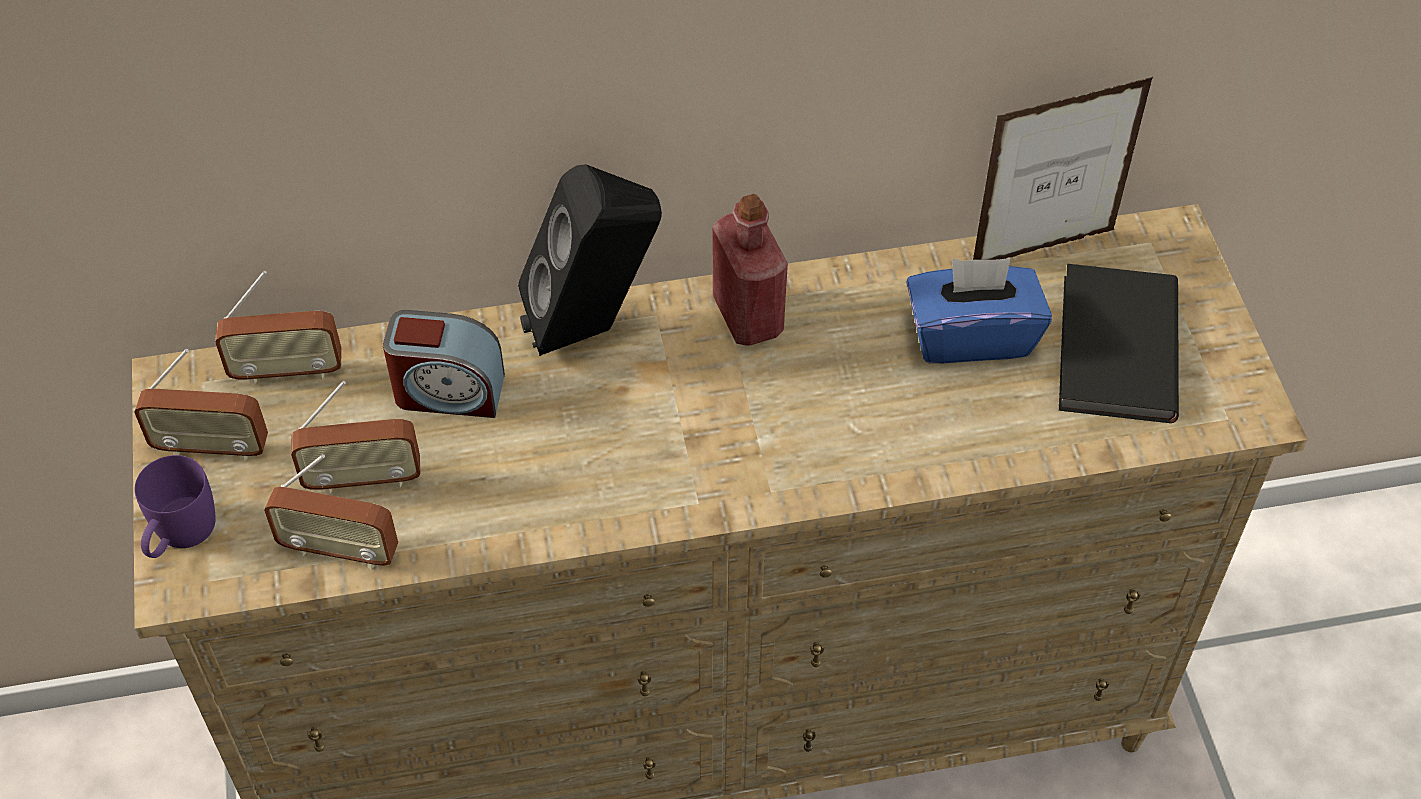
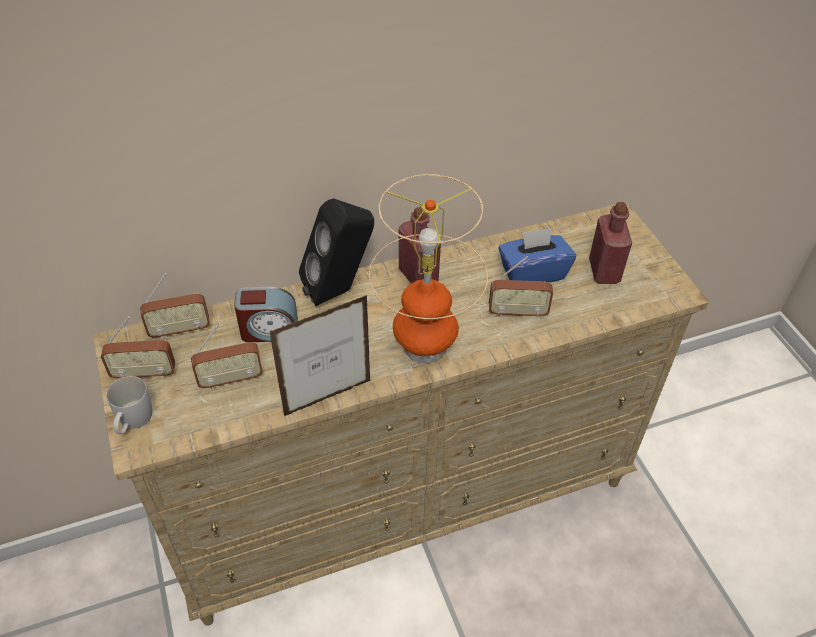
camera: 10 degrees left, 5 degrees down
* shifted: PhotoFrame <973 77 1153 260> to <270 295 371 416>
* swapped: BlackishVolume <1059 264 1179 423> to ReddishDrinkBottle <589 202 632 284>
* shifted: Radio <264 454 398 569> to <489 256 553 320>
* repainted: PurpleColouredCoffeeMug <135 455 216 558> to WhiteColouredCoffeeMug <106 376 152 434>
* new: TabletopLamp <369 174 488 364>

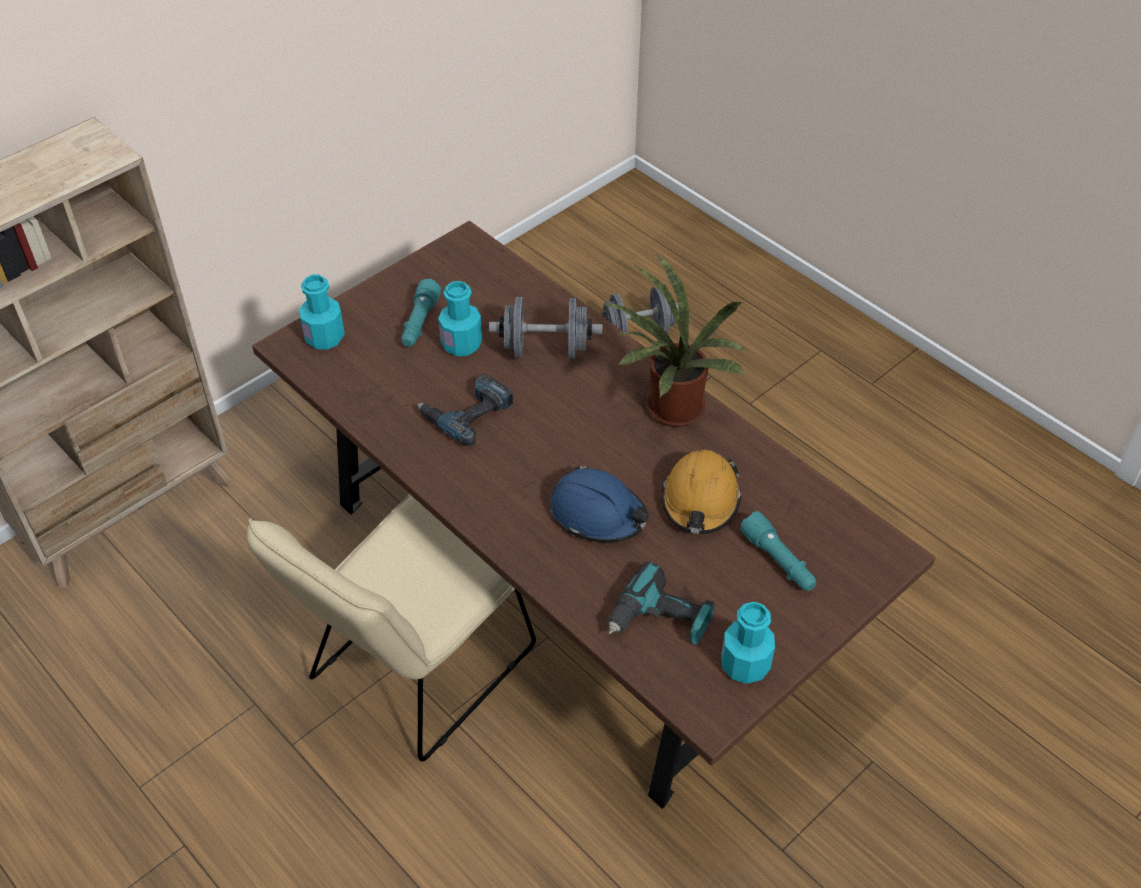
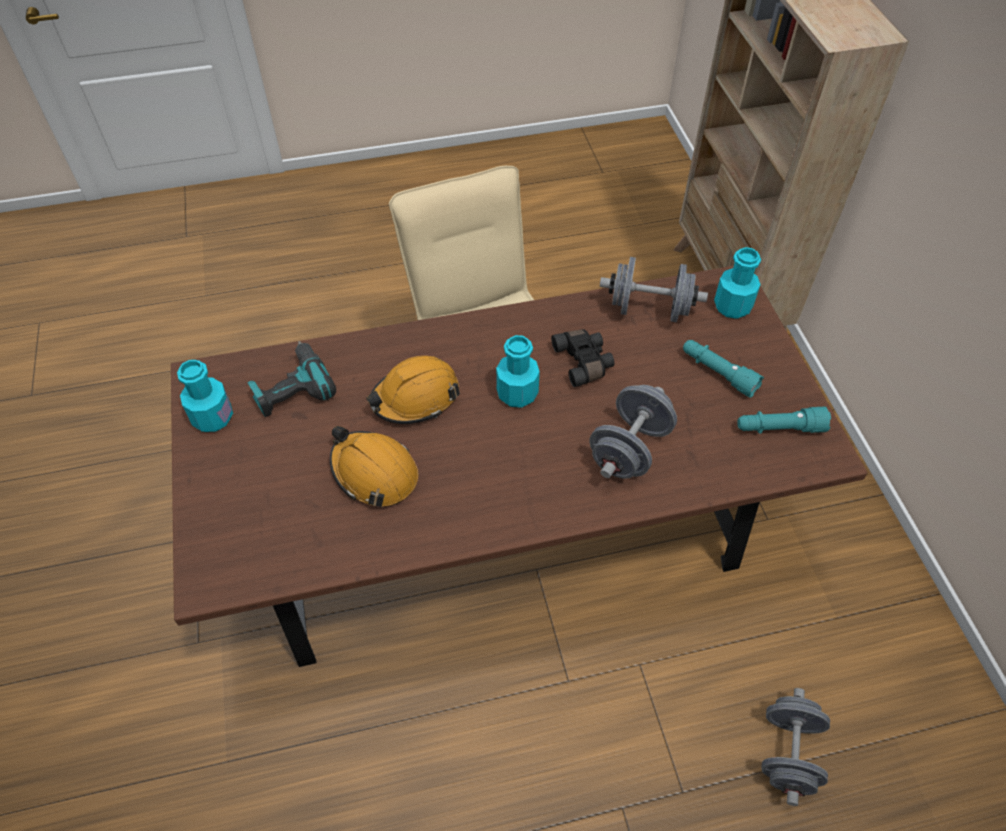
camera: 120 degrees right, 5 degrees up
* gone: Houseplant <605 254 748 427>
* shifted: TurquoiseDrinkBottle <438 281 482 356> to <496 335 540 408>
* swapped: Drill <417 373 513 446> to BlackishFieldGlasses <551 329 615 387>
* repainted: BluishWorkHelmet <550 465 649 543> to OrangeWorkHelmet <366 356 460 424>
* shifted: TurquoiseFlashlight <740 511 816 591> to <737 407 831 433>
* new: GreyishDumbbell <600 257 708 322>

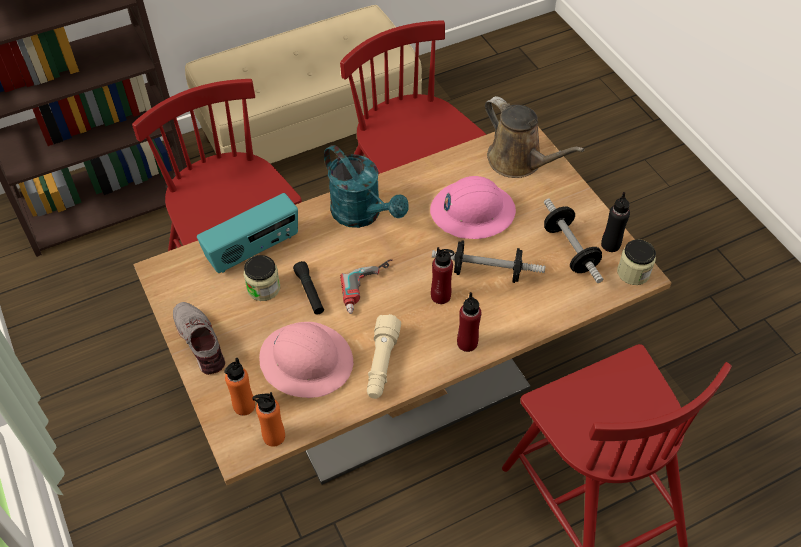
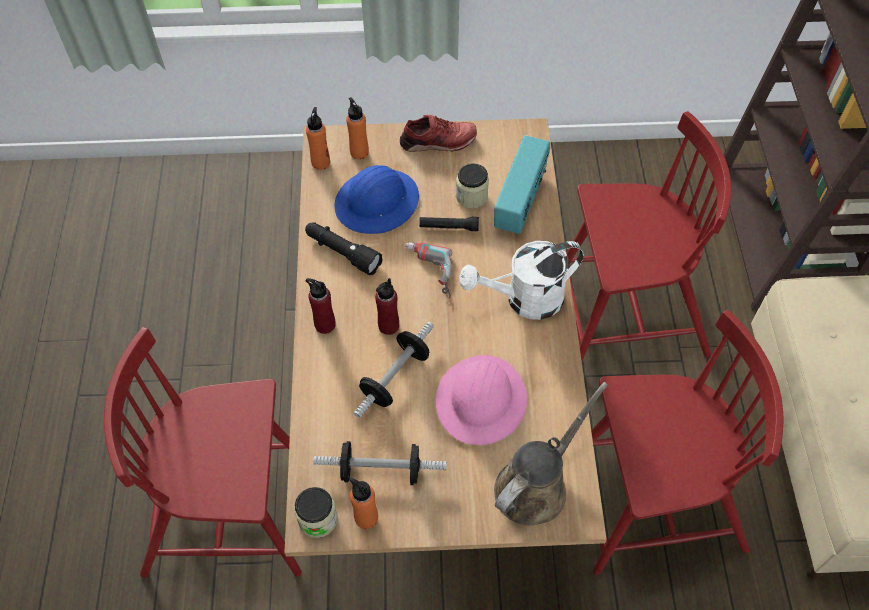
camera: 115 degrees right, 5 degrees up
* rotated: BrownishSprinklingCan <485 96 585 178> = <494 382 608 526> 150 degrees clockwise
* repainted: TurquoiseSprinklingCan <324 145 409 228> to WhiteColouredSprinklingCan <459 241 584 320>
* repainted: BlackishDrinkBottle <601 192 630 252> to OrangeDrinkBottle <349 478 378 529>
* rotated: Radio <197 193 298 273> = <494 135 550 234> 150 degrees counterclockwise
* repainted: GreyishShoe <173 302 225 375> to ReddishShoe <400 115 477 152>
* repainted: BeigeColouredFlashlight <367 314 401 399> to BlackishFlashlight <305 222 383 275>
* repainted: PinkWorkHelmet <259 322 353 398> to BluishWorkHelmet <335 165 419 234>

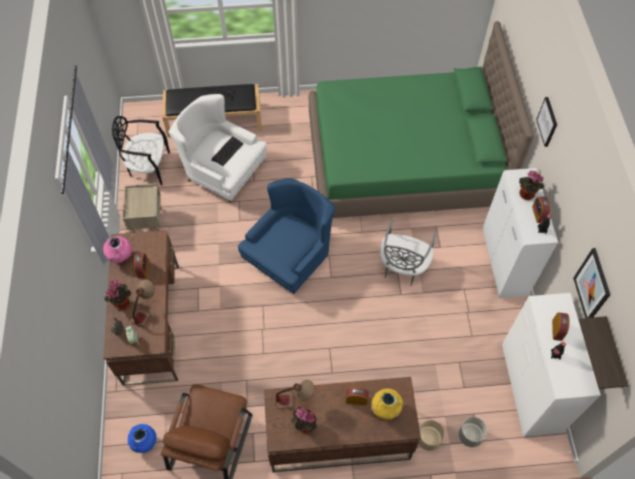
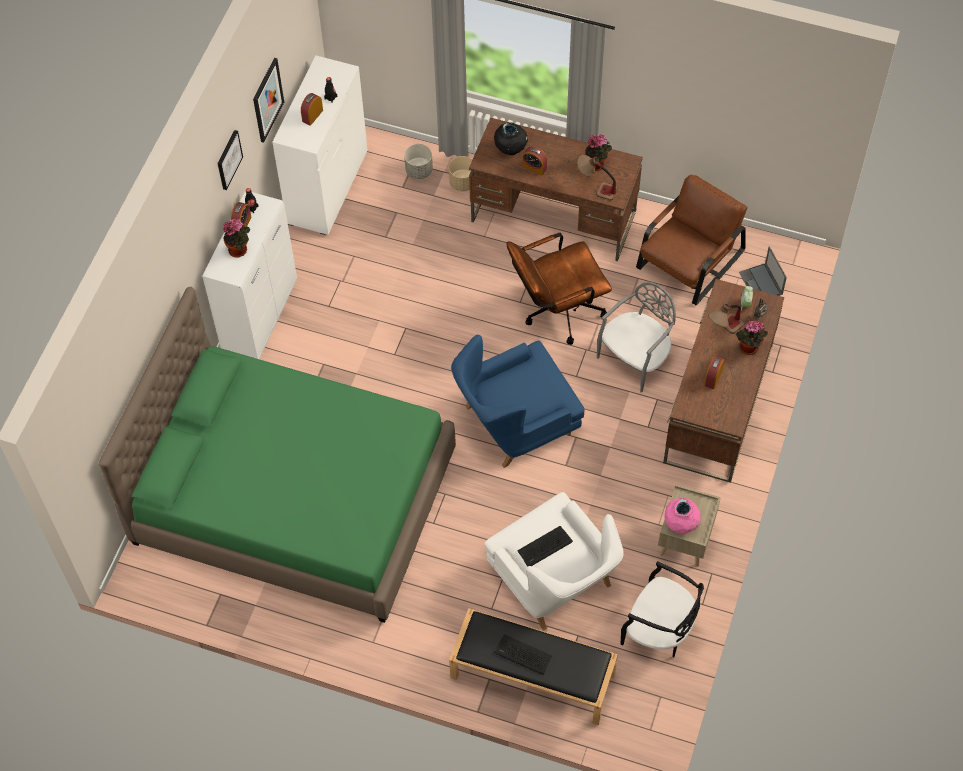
camera: 155 degrees left, 0 degrees up
* shifted: WallArt <536 97 557 147> to <217 130 243 190>
* shifted: GreyishChair <380 220 436 286> to <597 282 676 393>
* shifted: PinkDecorativeVase <103 236 132 263> to <664 497 701 534>
* gone: Shelf <579 316 628 389>
* repainted: YellowishDecorativeVase <371 389 403 420> to BlackishDecorativeVase <494 122 528 155>
* swapped: BluishDecorativeVase <128 424 157 453> to PortableComputer <739 246 787 296>
* new: BrownishOfficeChair <507 233 612 345>

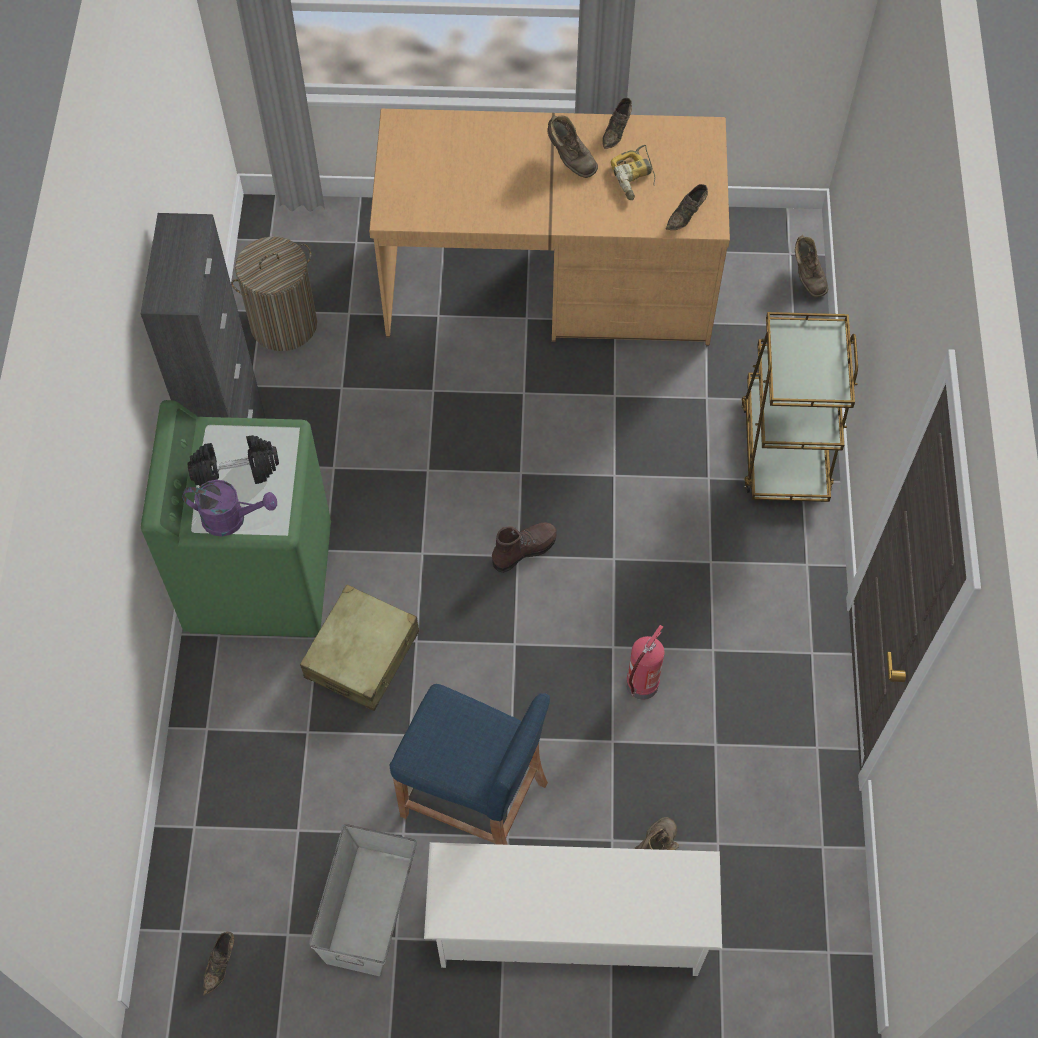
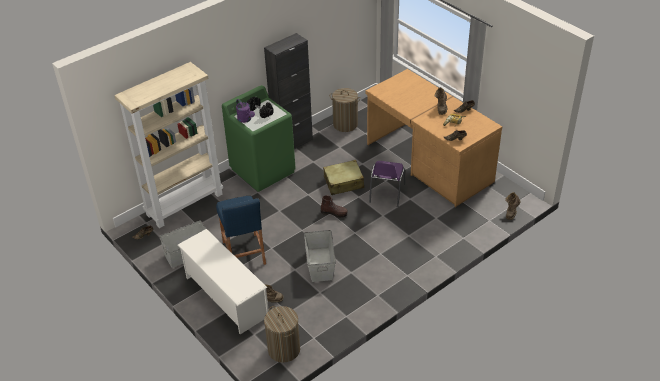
camera: 50 degrees right, 20 degrees down
* gone: BrownishWheeledCart <742 312 858 502>
* shifted: BeigeColouredTravelCase <300 584 419 711> to <323 160 364 195>
* swapped: FireFightingCylinder <626 625 665 700> to GreyishStorageContainer <304 230 336 282>
* new: BeigeColouredShelvingUnit <114 62 223 228>
* new: PurpleColouredChair <369 161 405 207>
* new: Hamper <264 306 300 363>

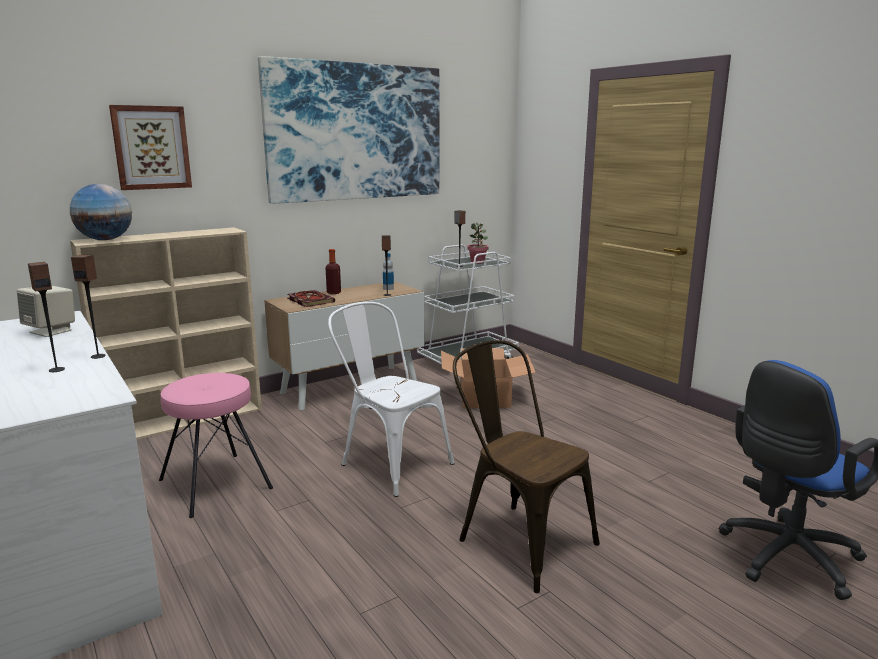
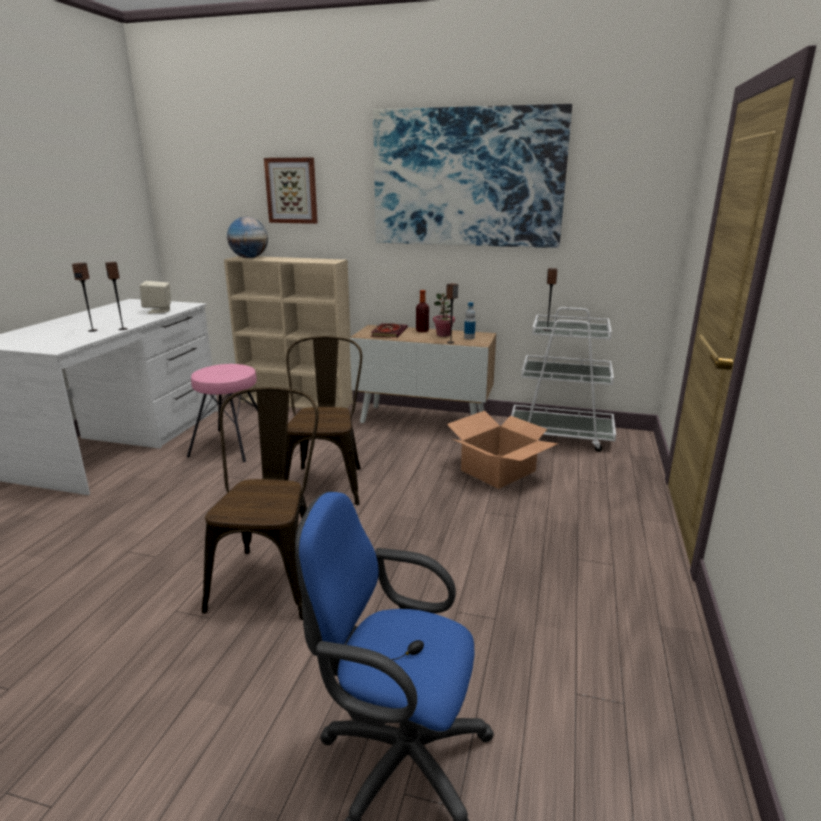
camera: 50 degrees right, 5 degrees up
* shifted: Houseplant <468 223 489 264> to <433 293 455 337>
* repainted: WhiteColouredChair <328 302 455 497> to BrownishChair <284 336 362 505>

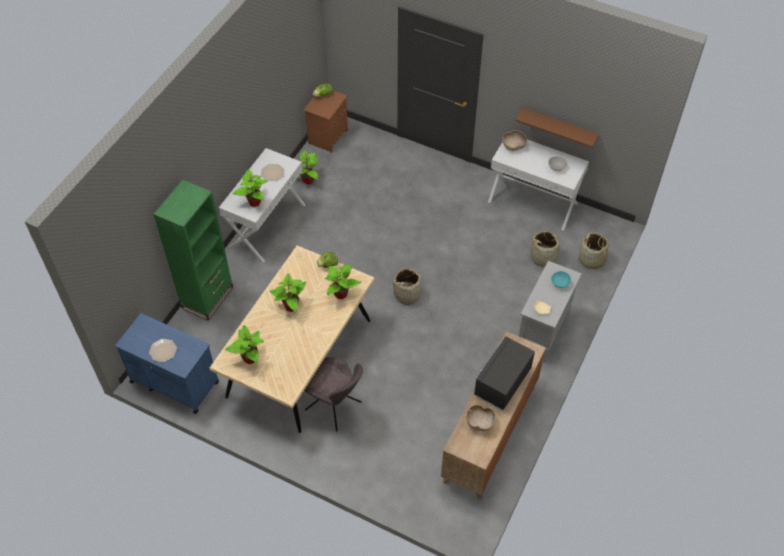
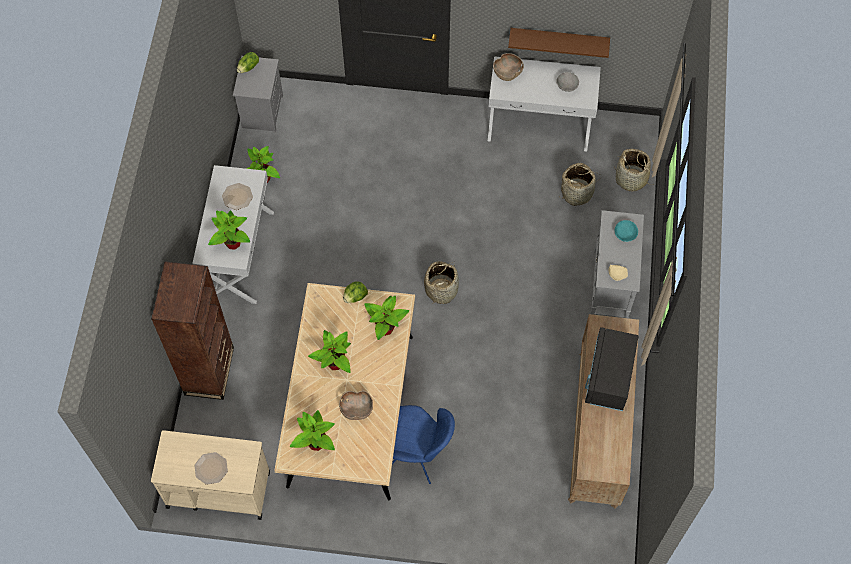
camera: 20 degrees left, 10 degrees up
* repainted: BrownishBedsideTable <303 90 348 153> to GreyishBedsideTable <233 56 283 133>
* repainted: GreenColouredShelvingUnit <153 180 233 321> to BrownishShelvingUnit <151 261 234 400>
* repainted: BluishWheeledCart <115 313 219 414> to BeigeColouredWheeledCart <151 430 270 520>
* repainted: GreyishChair <304 357 363 431> to BluishChair <392 405 455 484>
* shifted: BrownishServingBowl <466 405 496 431> to <339 391 373 420>

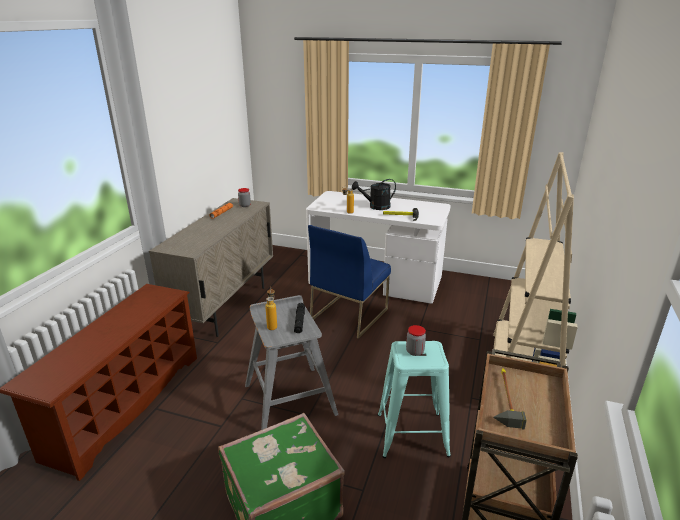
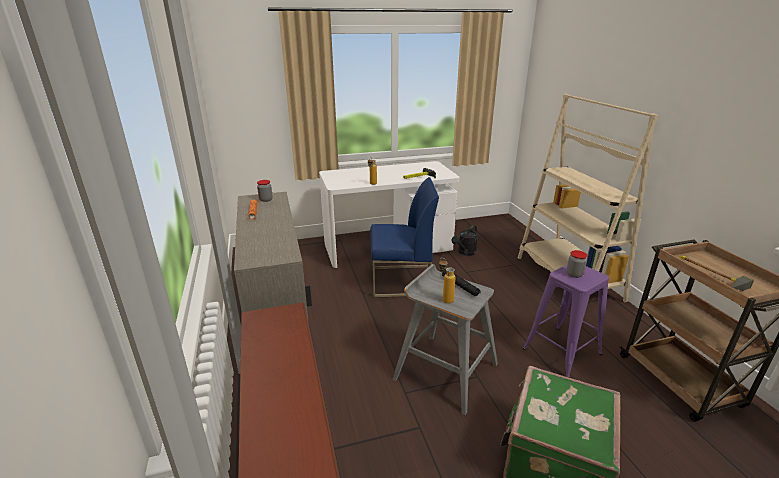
camera: 35 degrees left, 0 degrees up
* shifted: BlackishSprinklingCan <352 179 396 210> to <452 226 478 256>
* rotated: BluishChair <308 225 391 339> = <370 177 439 298> 90 degrees counterclockwise
* repainted: TurquoiseStoolSeat <378 341 451 458> to PurpleColouredStoolSeat <523 265 609 378>

